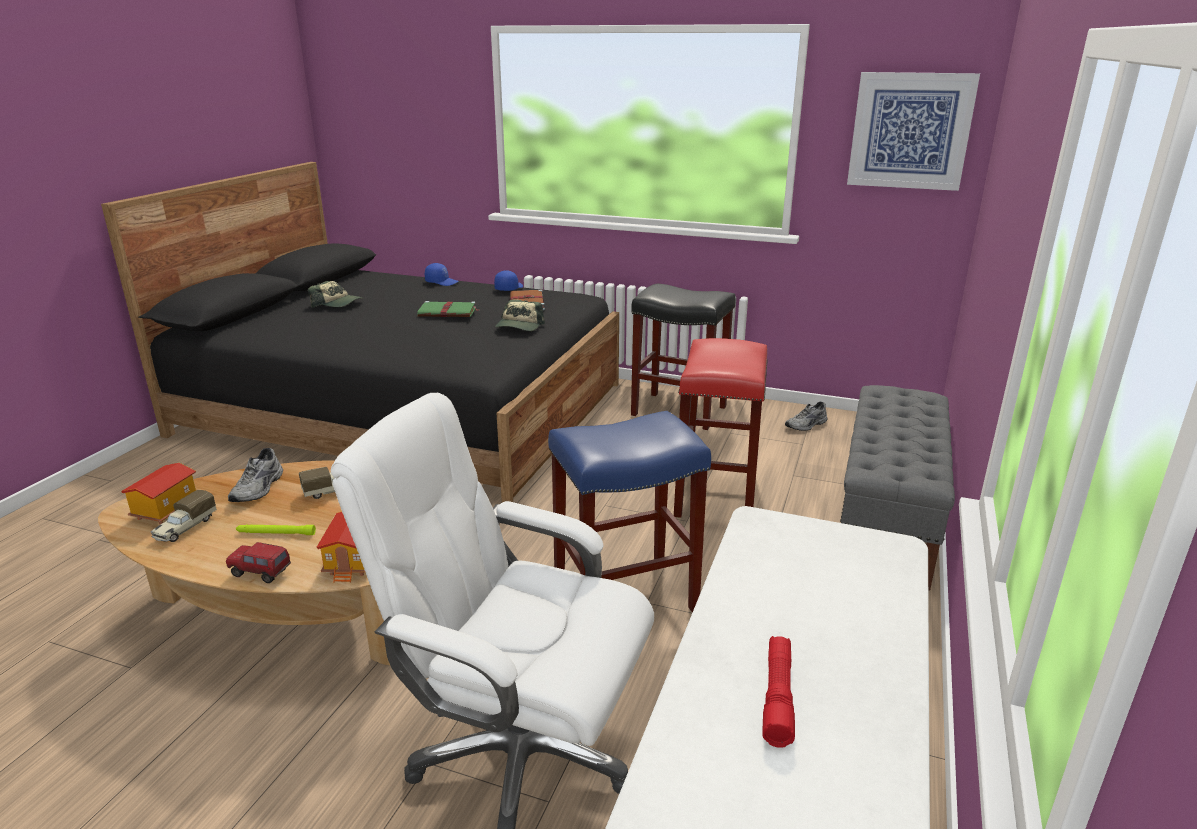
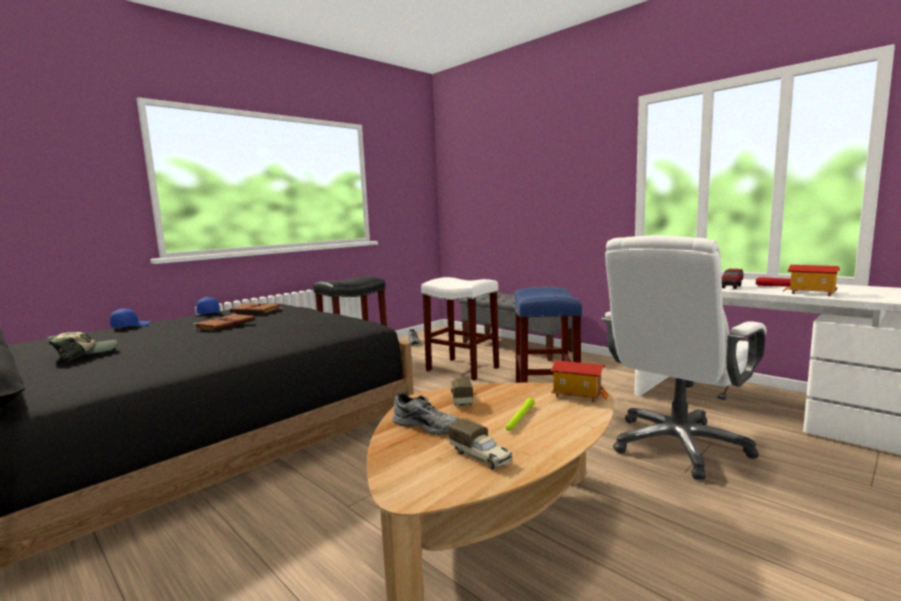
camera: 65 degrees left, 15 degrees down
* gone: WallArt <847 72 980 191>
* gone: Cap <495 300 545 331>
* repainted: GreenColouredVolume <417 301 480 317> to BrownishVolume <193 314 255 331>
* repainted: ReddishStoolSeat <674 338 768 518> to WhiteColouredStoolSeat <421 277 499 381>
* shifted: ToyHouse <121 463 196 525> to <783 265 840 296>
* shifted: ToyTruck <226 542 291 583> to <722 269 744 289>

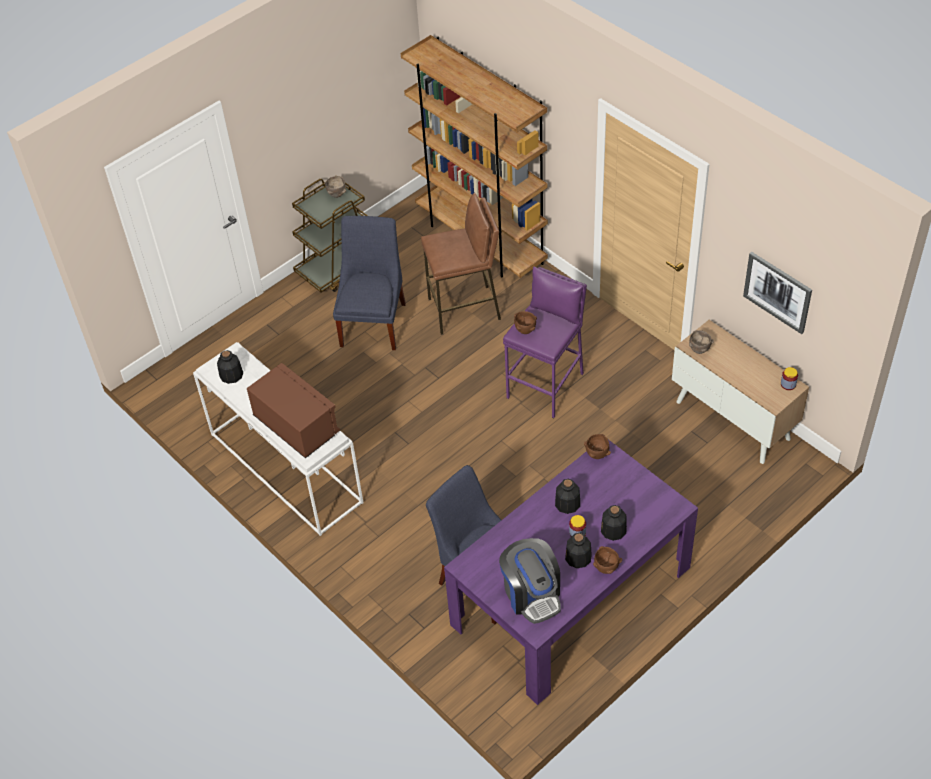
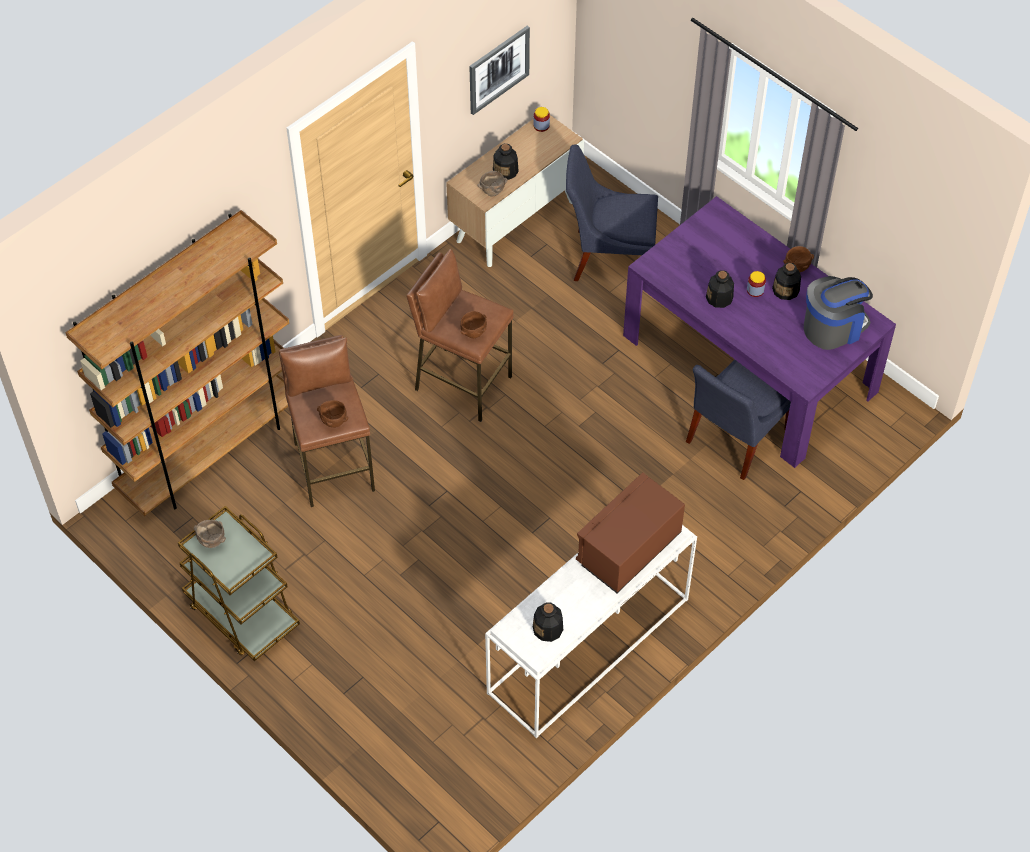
camera: 95 degrees left, 5 degrees up
* shifted: BluishChair <333 216 406 350> to <566 144 658 281>
* repainted: PurpleColouredStoolSeat <503 267 587 418> to BrownishStoolSeat <406 249 514 422>
* shifted: BrownishServingBowl <584 434 611 459> to <317 400 348 428>
* shifted: DrinkBottle <601 505 627 541> to <493 144 519 180>

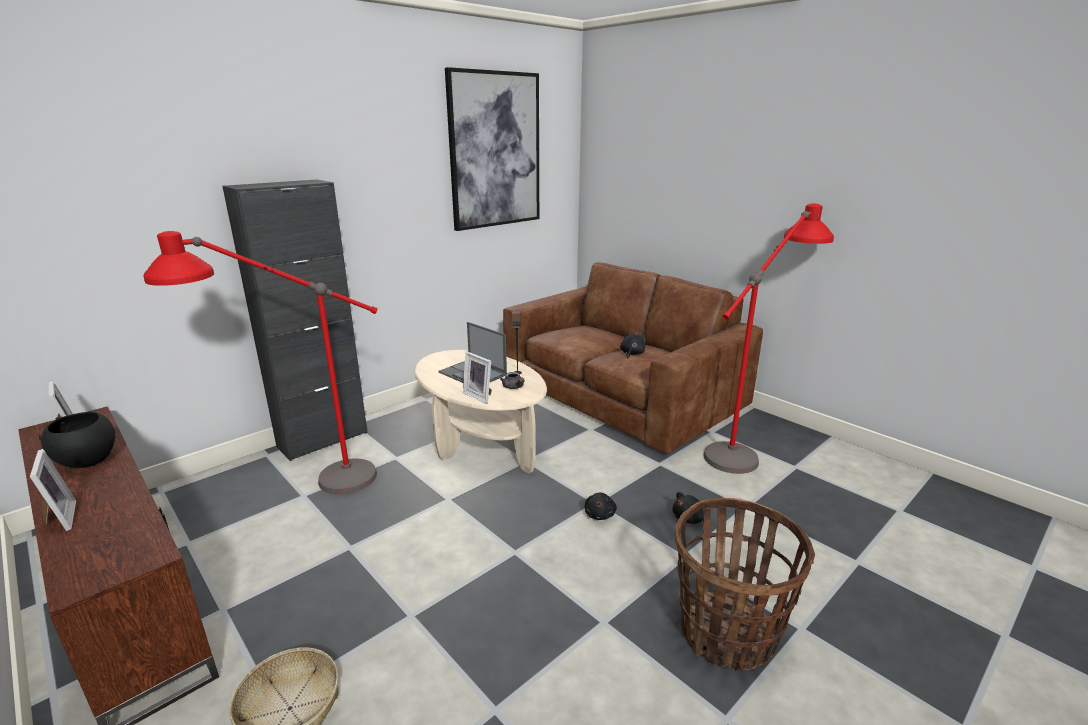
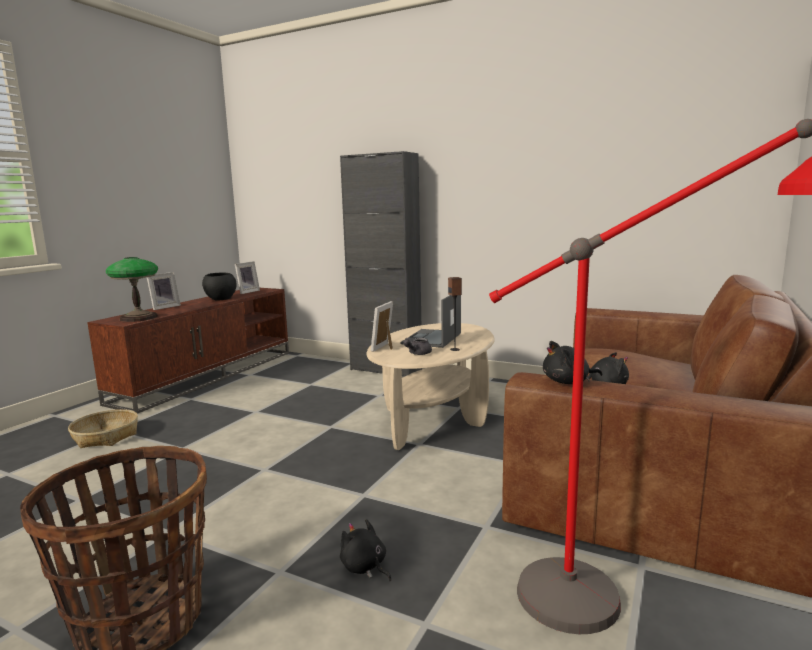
camera: 70 degrees right, 10 degrees down
* gone: WallArt <445 67 539 231>
* gone: ReddishStandardLamp <144 231 378 494>
* shifted: BlackishSoftToy <585 492 617 520> to <543 341 602 384>
* new: TabletopLamp <106 257 158 322>

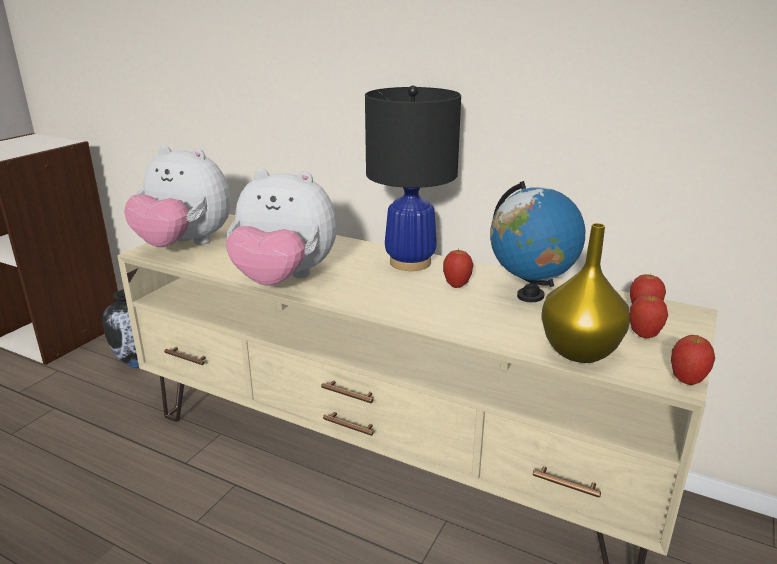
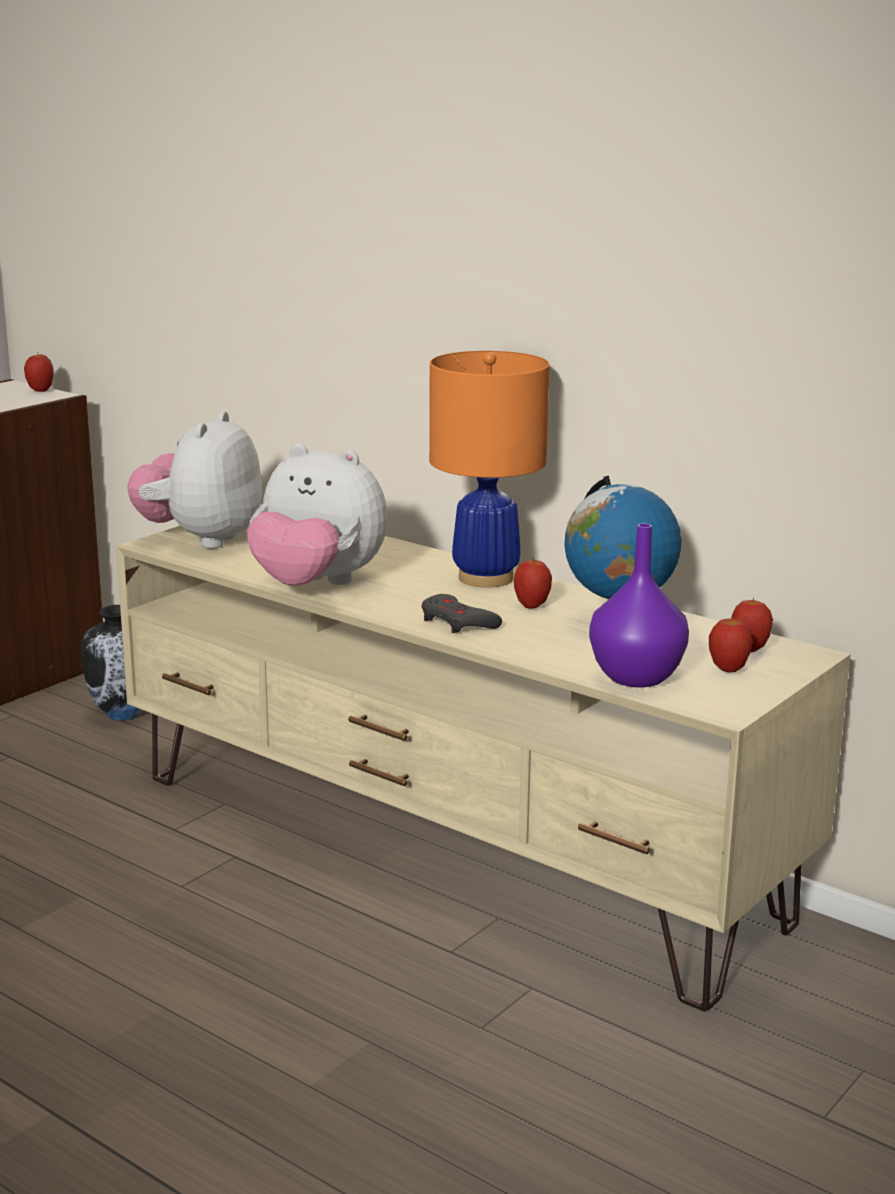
camera: 10 degrees right, 5 degrees down
* repainted: BlackishTabletopLamp <365 85 461 271> to OrangeTabletopLamp <429 351 550 588>
* rotated: SoftToy <124 145 231 247> = <127 411 262 549> 75 degrees clockwise
* repainted: YellowishDecorativeVase <541 223 630 363> to PurpleColouredDecorativeVase <589 523 689 687>
* shifted: WholeApple <671 335 715 385> to <24 354 53 392>
* new: GreyishJoypad <421 594 502 633>

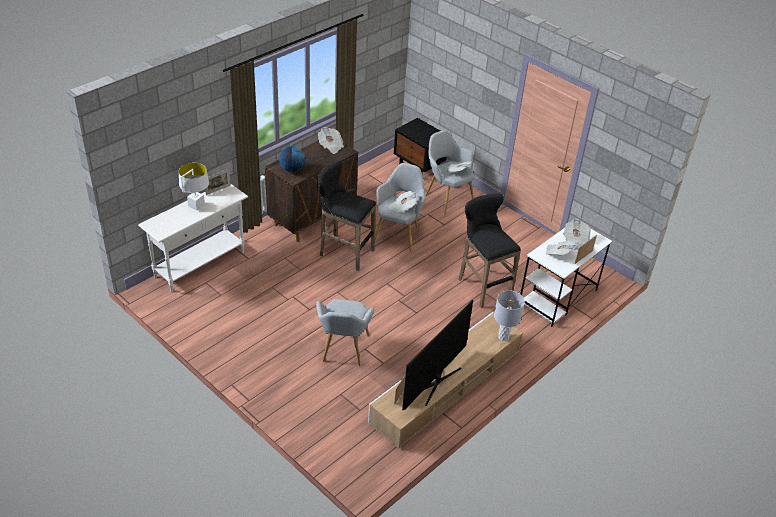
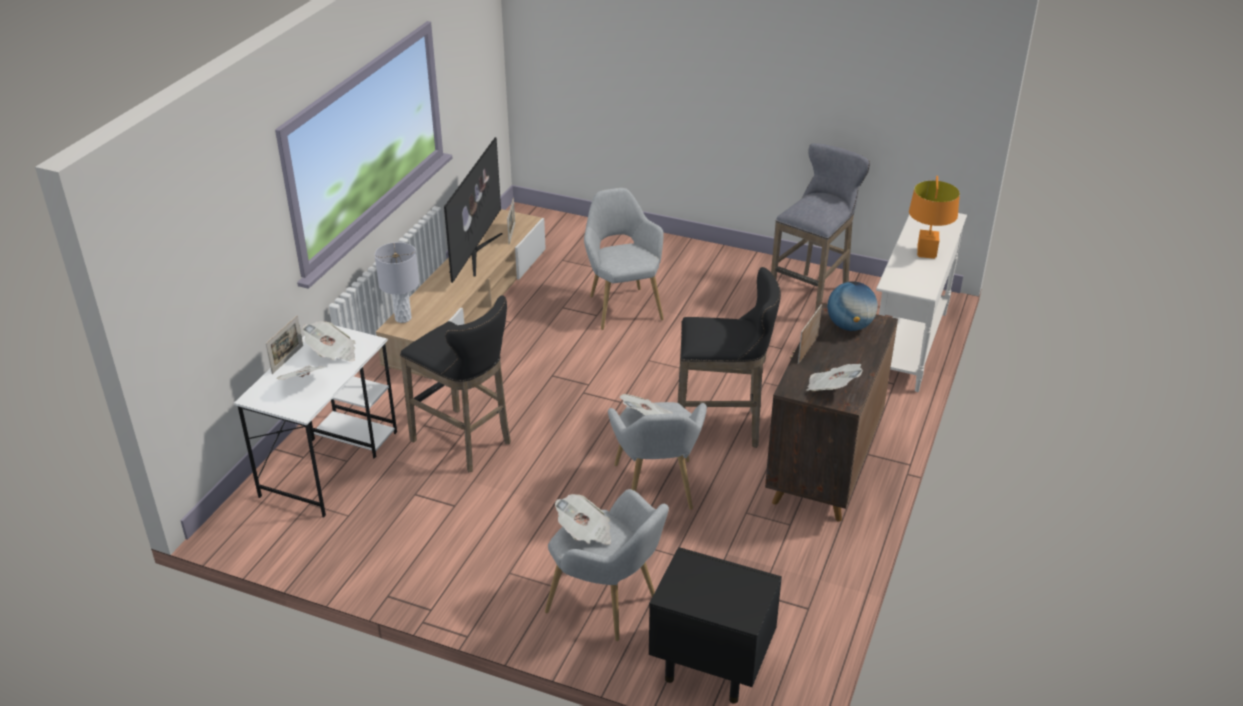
camera: 160 degrees right, 5 degrees down
* repainted: WhiteColouredTabletopLamp <179 163 209 210> to OrangeTabletopLamp <909 176 960 259>
* shifted: PhotoFrame <205 169 231 195> to <798 305 822 364>
* new: GreyishStoolSeat <771 143 870 311>

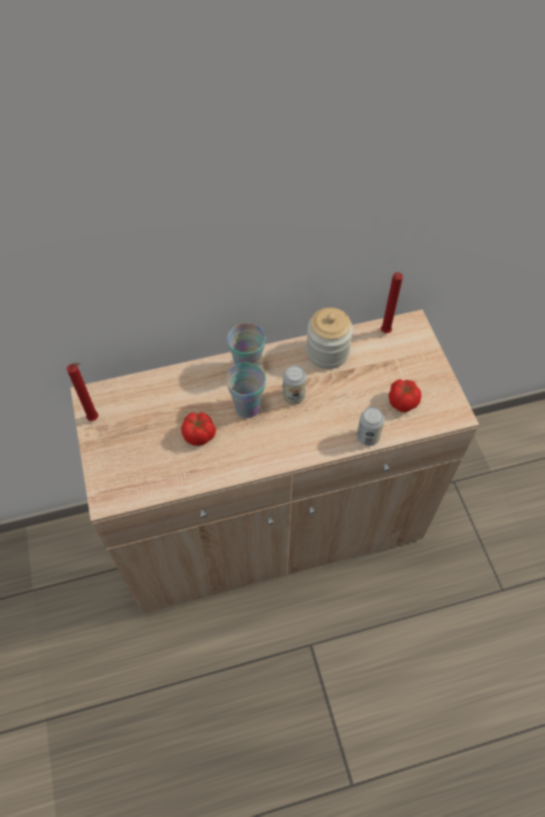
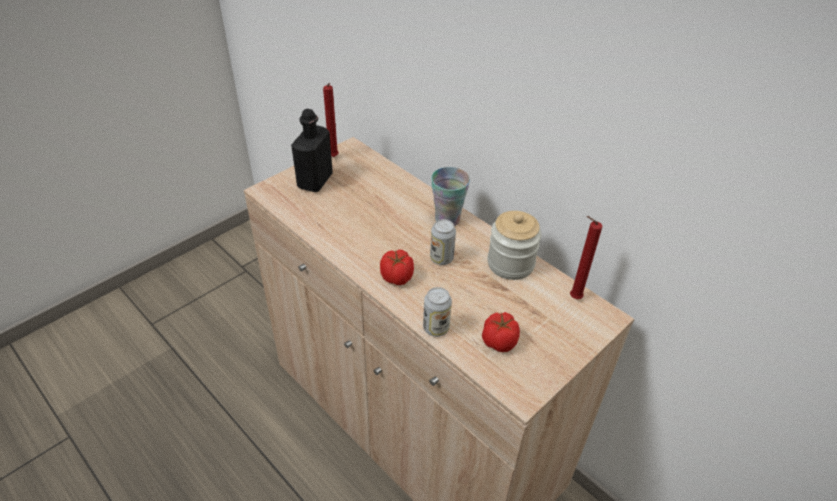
camera: 60 degrees right, 15 degrees down
* gone: SmallCup <226 363 266 418>
* shifted: FreshTomato <181 412 216 446> to <380 250 414 285>
* new: BlackishDrinkBottle <291 109 333 192>

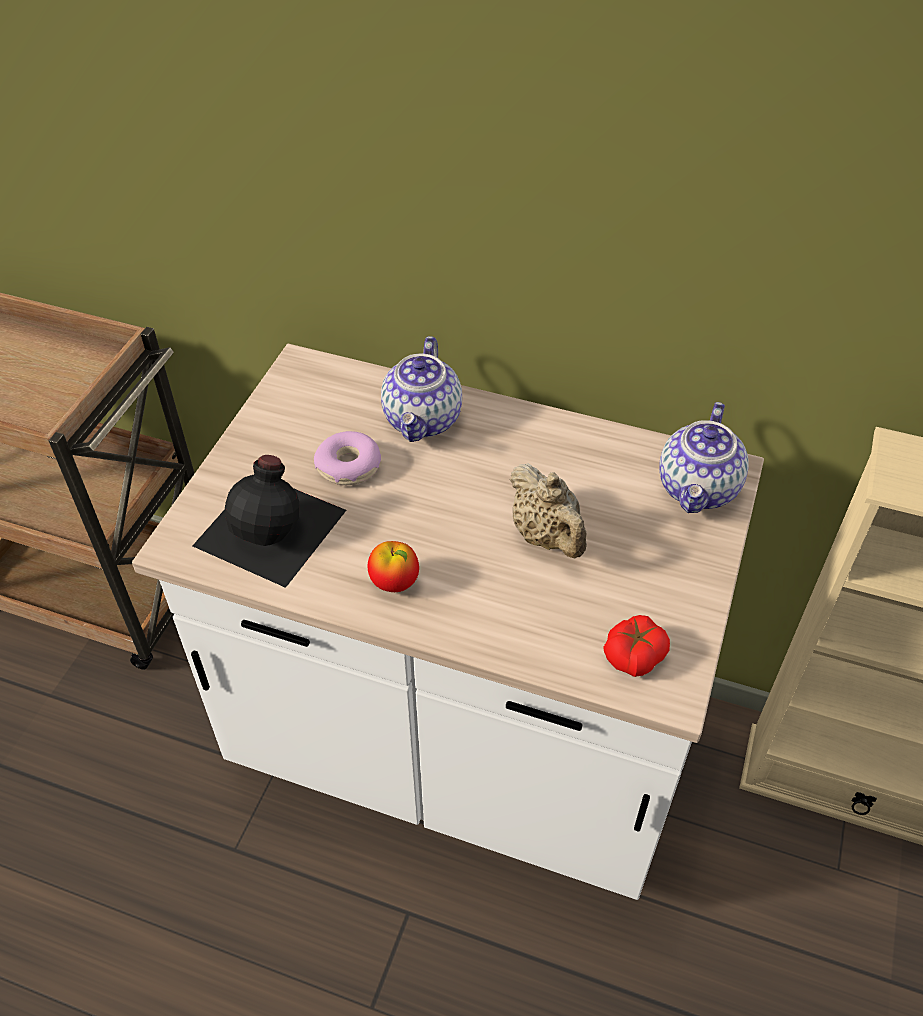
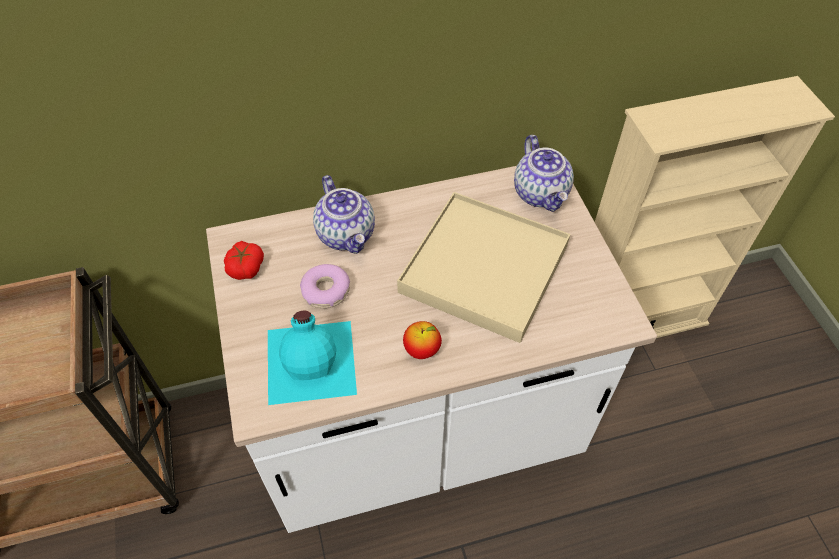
camera: 35 degrees left, 5 degrees up
* repainted: BlackishDrinkBottle <193 455 346 588> to TurquoiseDrinkBottle <268 311 357 405>
* swapped: BeigeColouredTeaPot <510 463 587 558> to BeigeColouredServingTray <397 192 570 343>
* shifted: FreshTomato <603 615 670 677> to <224 241 264 280>

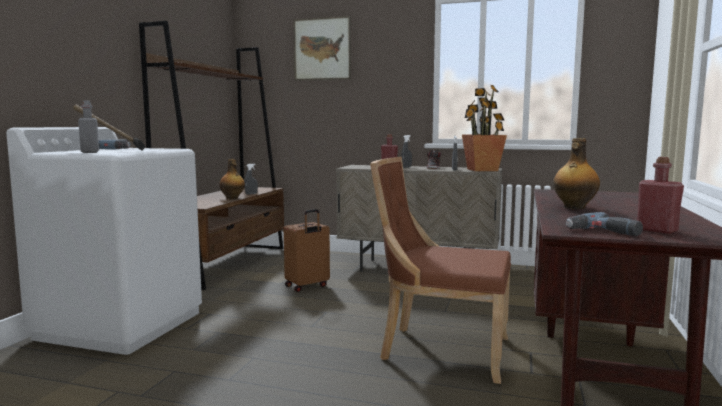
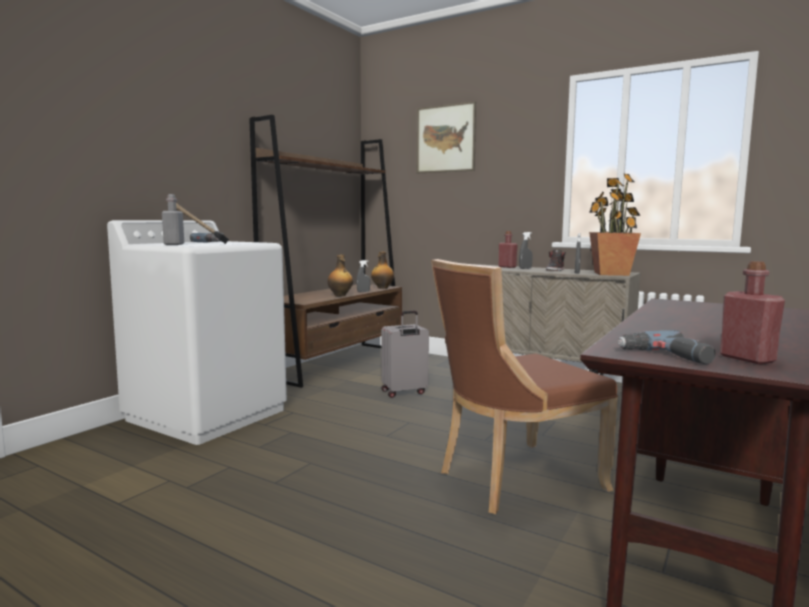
camera: 15 degrees right, 0 degrees up
* shifted: DrinkBottle <553 138 600 209> to <371 251 394 289>
* rotated: BrownishChair <370 157 511 384> = <431 259 618 514> 60 degrees counterclockwise
* repainted: BrownishTravelCase <284 209 330 292> to GreyishTravelCase <381 311 429 398>

